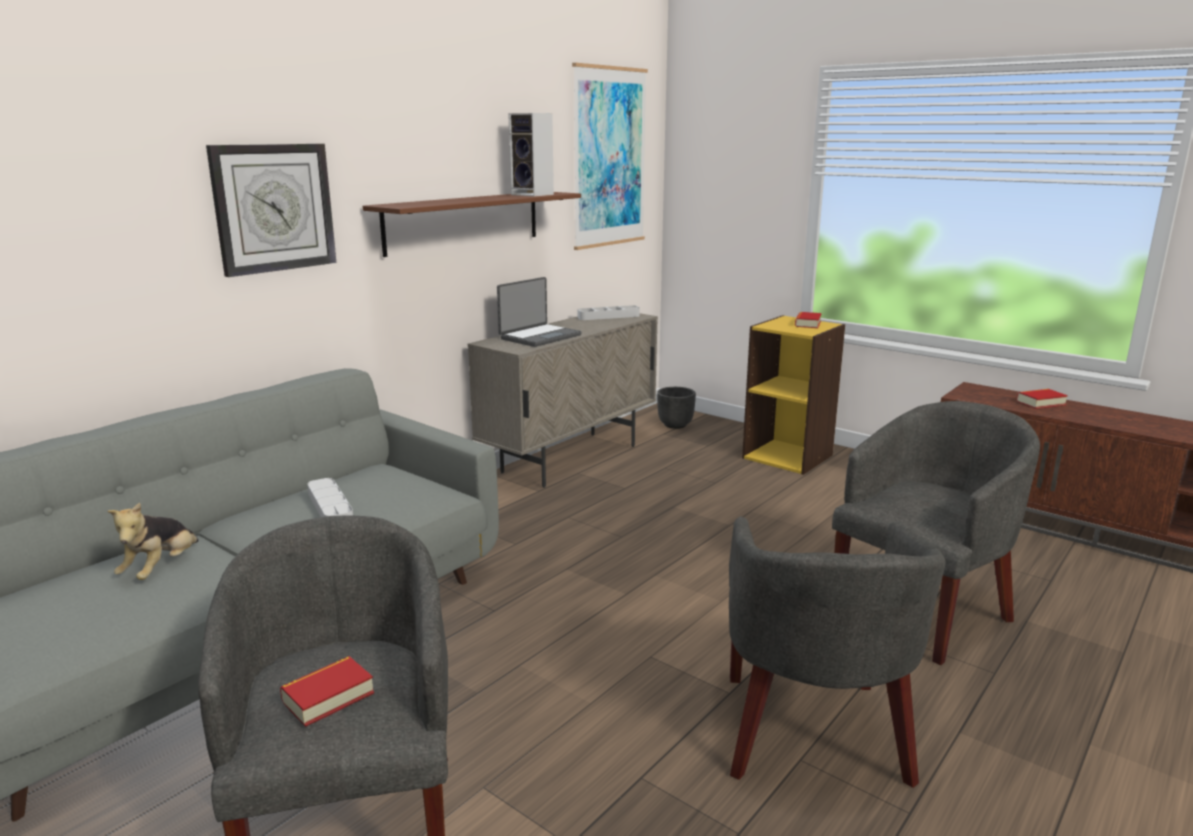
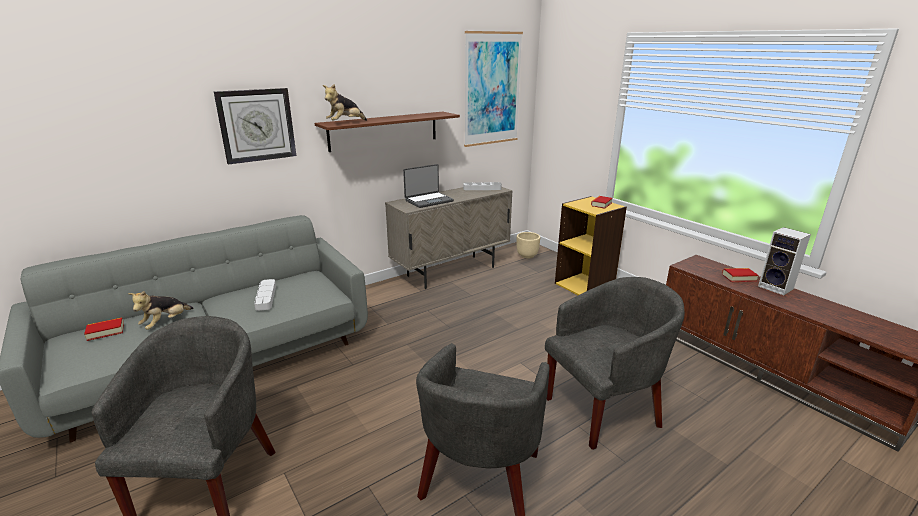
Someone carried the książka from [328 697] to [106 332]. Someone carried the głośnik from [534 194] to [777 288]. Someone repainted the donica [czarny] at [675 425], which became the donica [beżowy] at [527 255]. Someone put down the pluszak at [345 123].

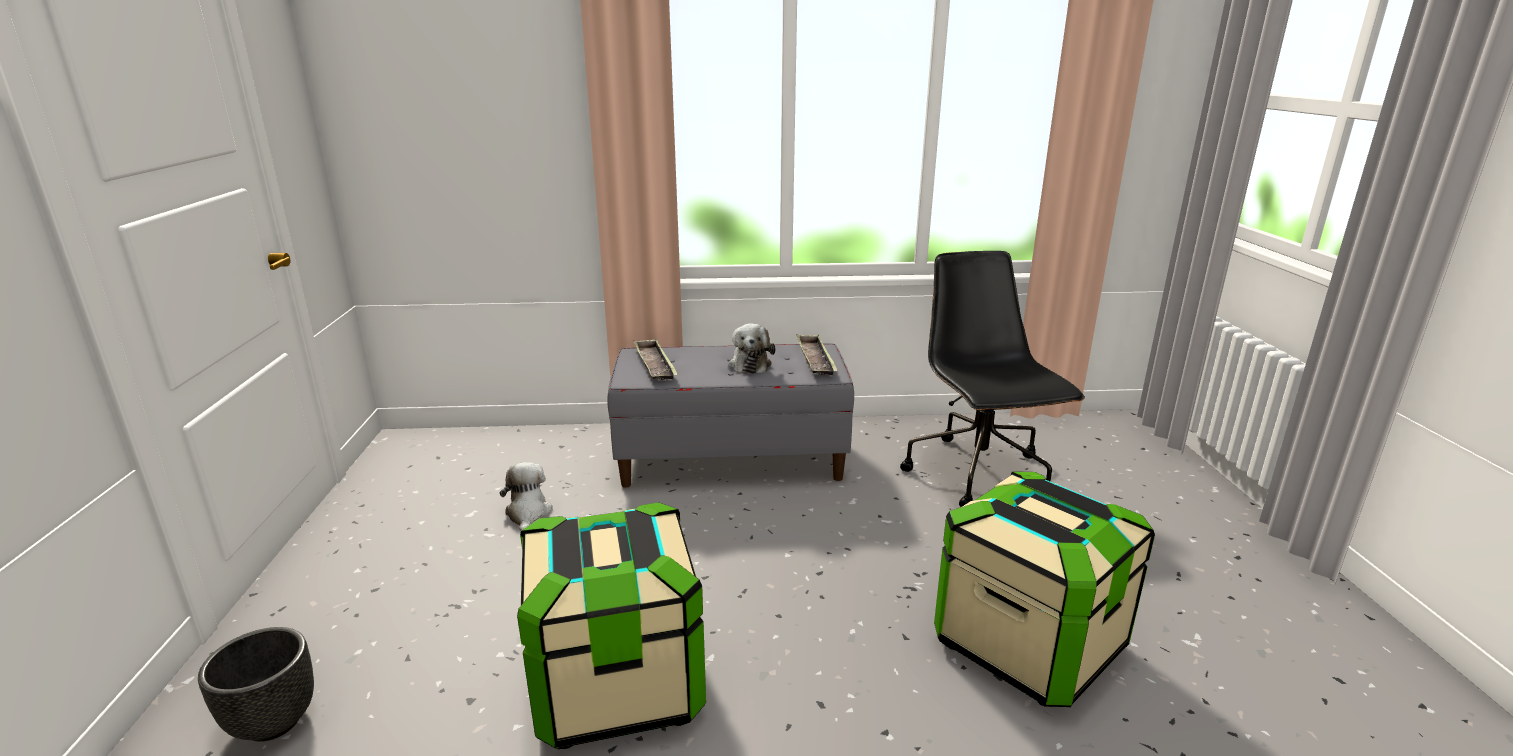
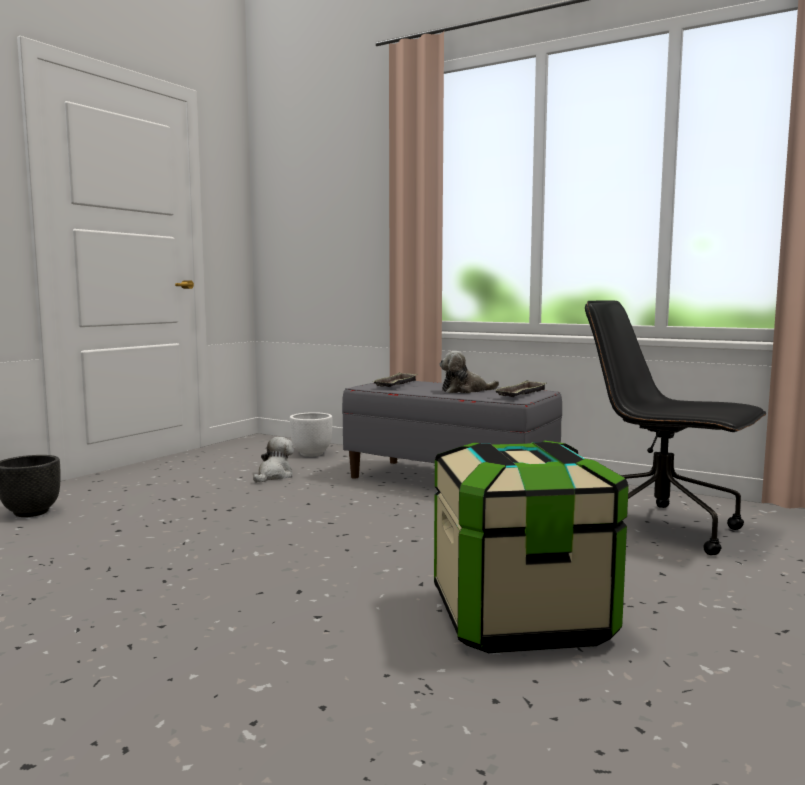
Someone took away the pojemnik do przechowywania at [617 684]. Someone rotated the pluszak at [750 364] by 45 degrees clockwise. Someone rotated the krzesło biurowe [czarny] at [979 474] by 75 degrees counterclockwise. Someone put down the donica [biały] at [312 454].

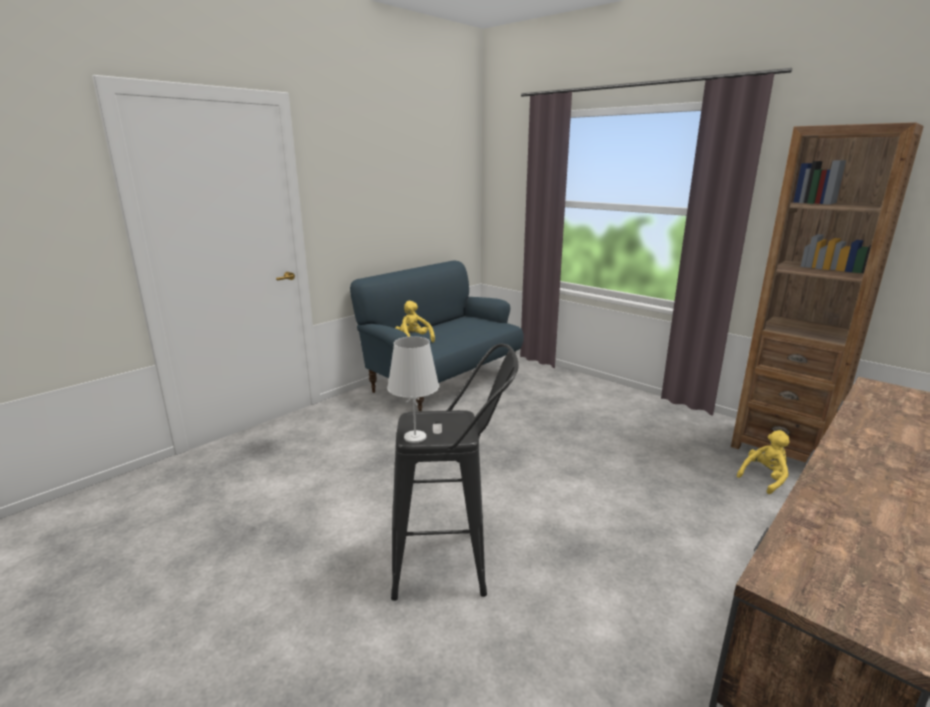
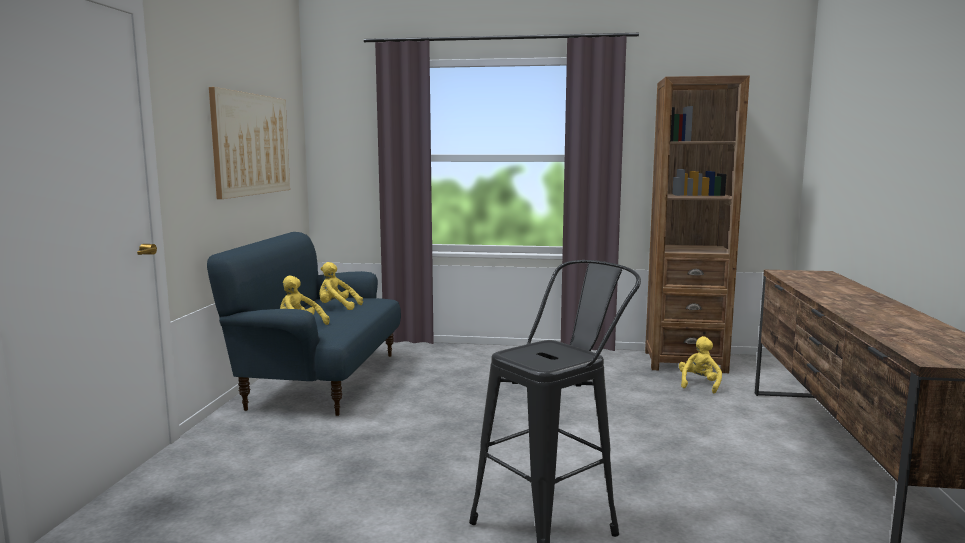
Someone took away the lampa stołowa [biały] at [415 437]. Someone put up the obraz at [251 144]. Someone put down the pluszak [żółty] at [337 307].

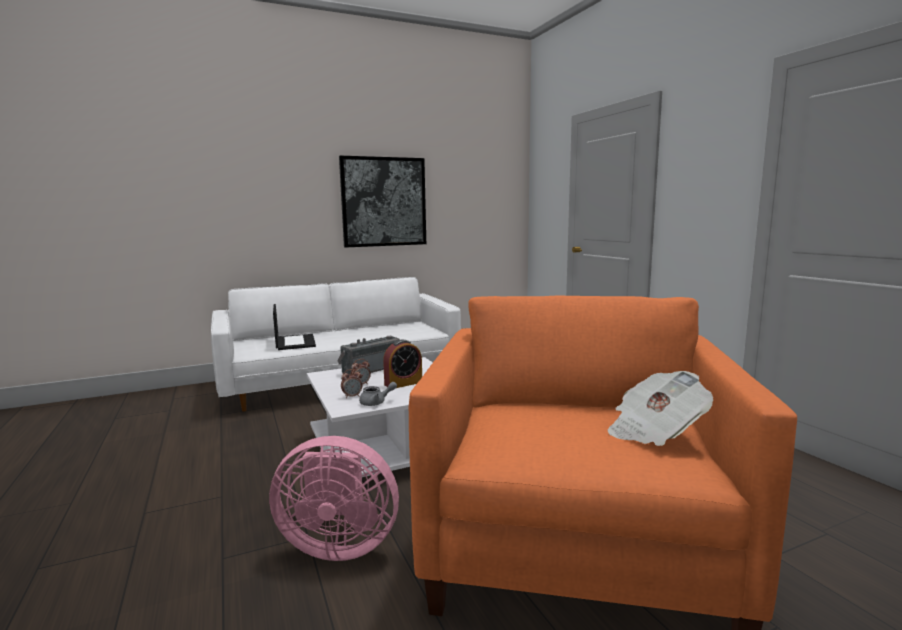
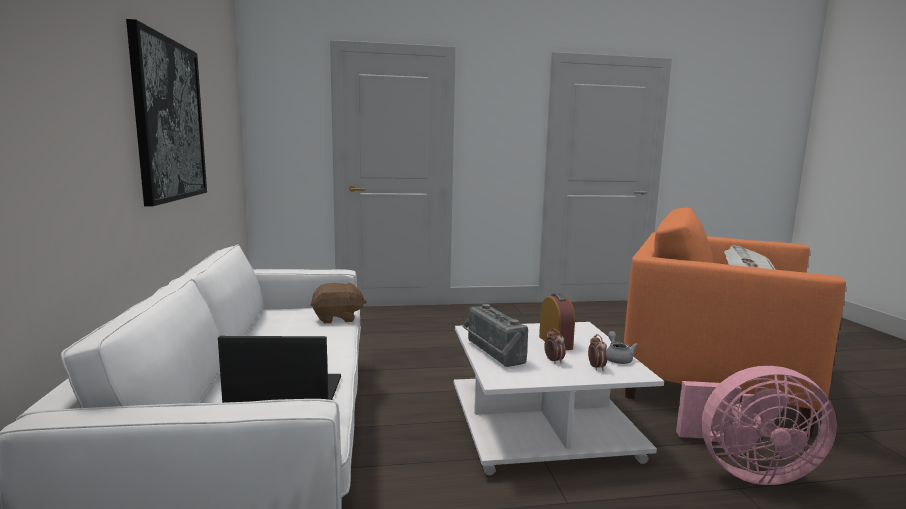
Someone rotated the wentylator [różowy] at [338 544] by 75 degrees clockwise. Someone put down the pluszak [brązowy] at [337 318].

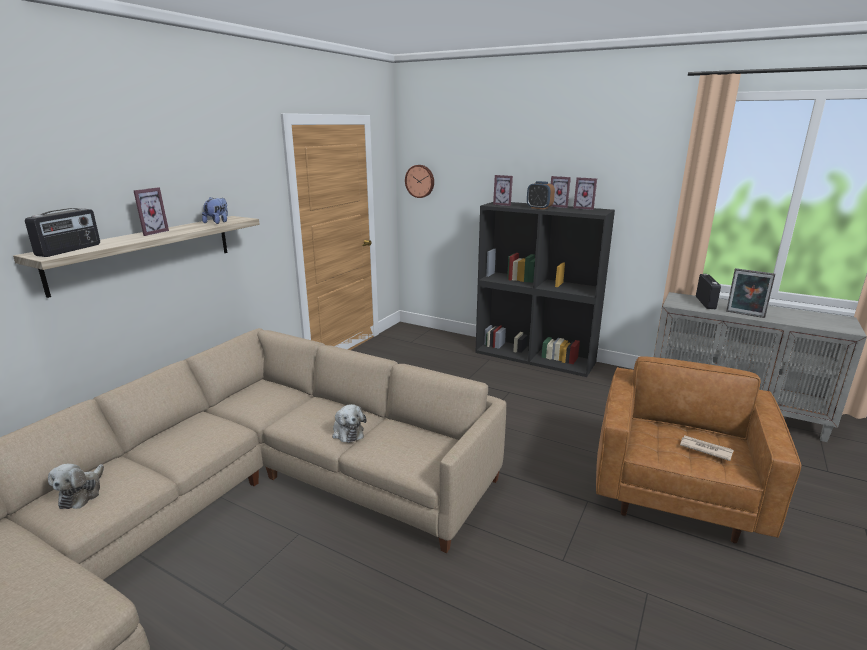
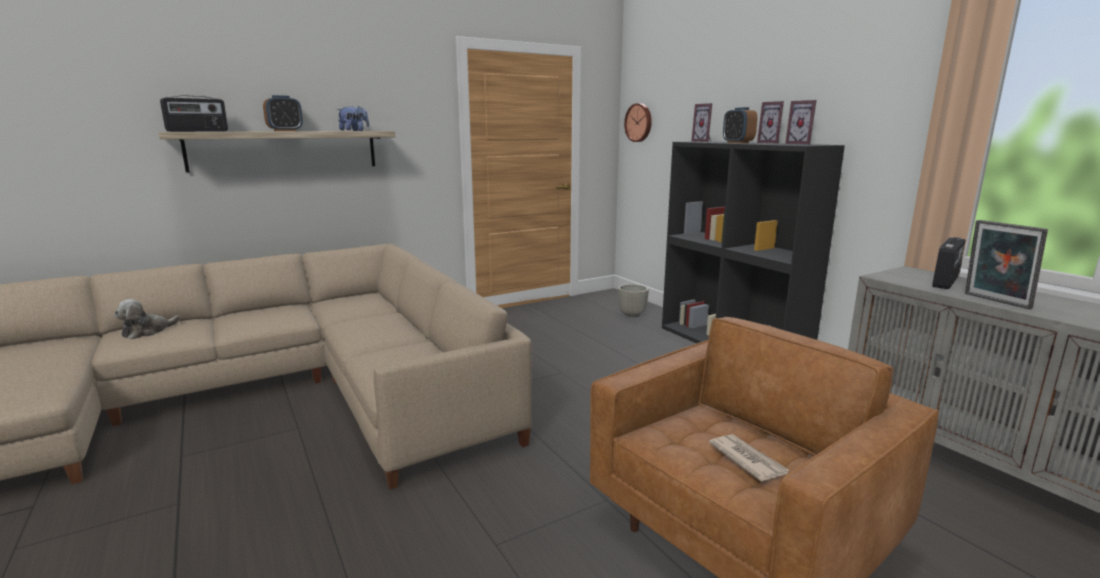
Someone swapped the ramka na zdjęcie at [151 232] for the budzik at [285 131]. Someone took away the pluszak at [347 432]. Someone put down the donica [szary] at [631 314].

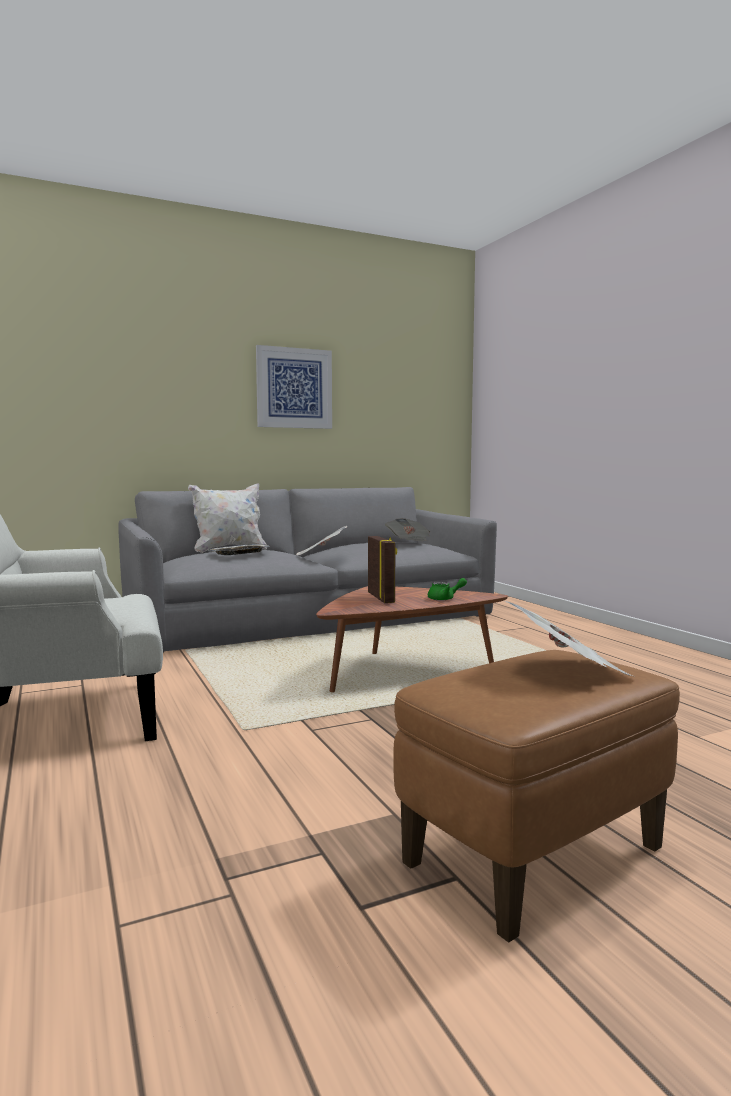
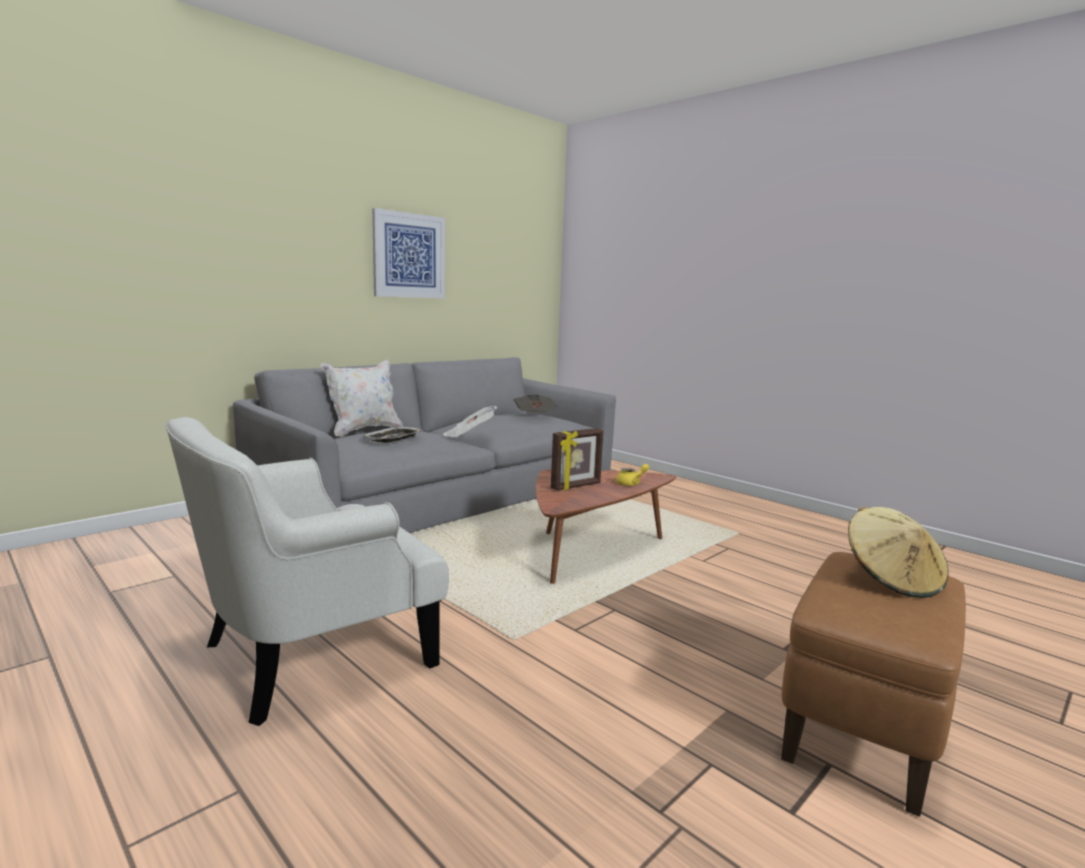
Someone rotated the ramka na zdjęcie at [381 598] by 90 degrees clockwise. Someone repainted the imbryk [zielony] at [445 599], which became the imbryk [żółty] at [631 483]. Someone swapped the gazeta at [566 670] for the kapelusz [beżowy] at [892 580].

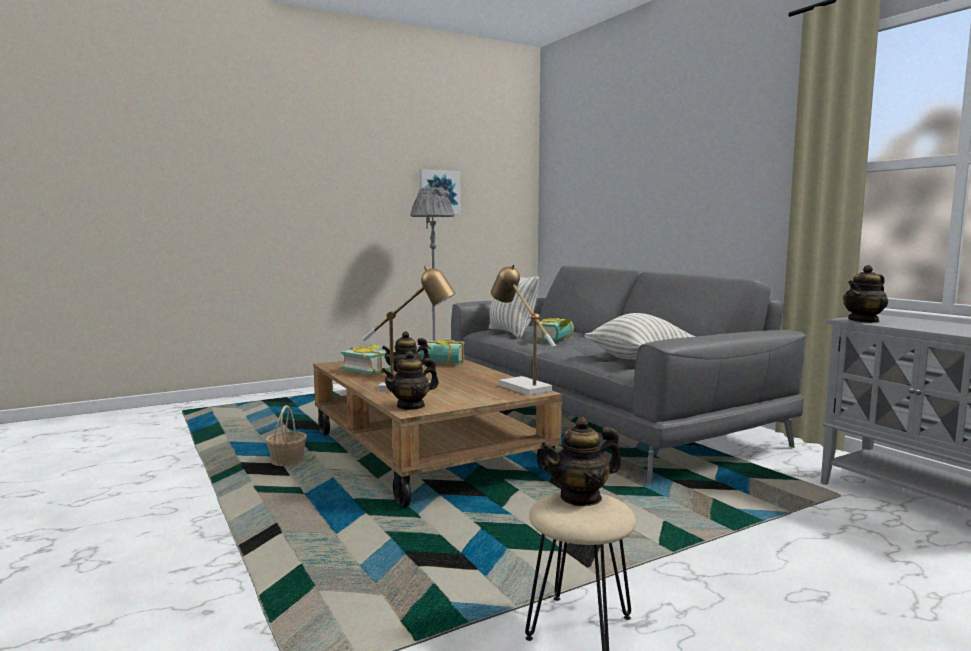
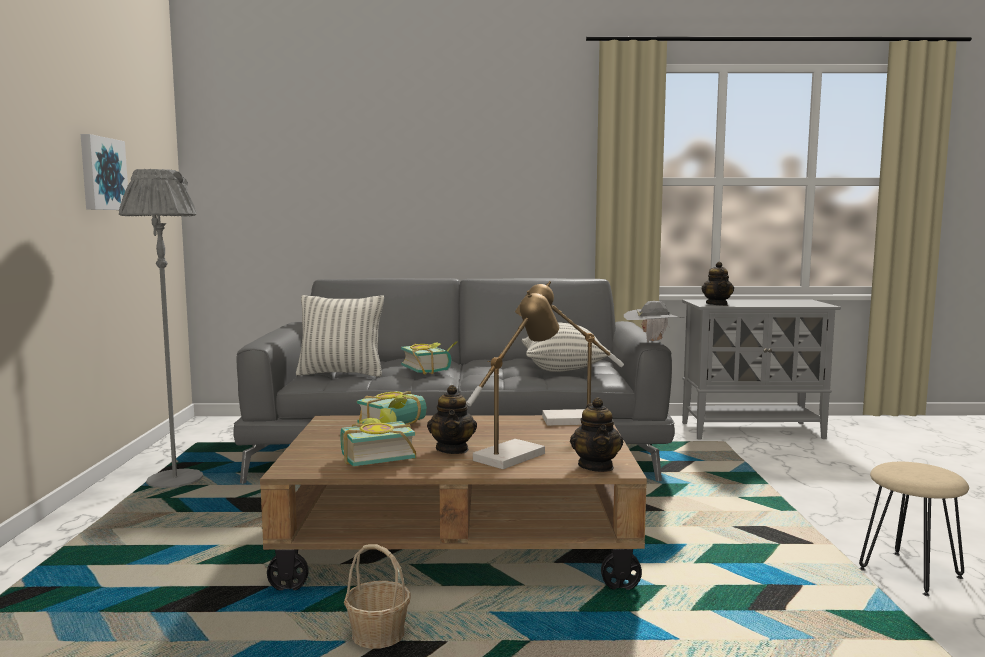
Someone took away the imbryk at [581 497]. Someone put down the kapelusz [szary] at [653 341].

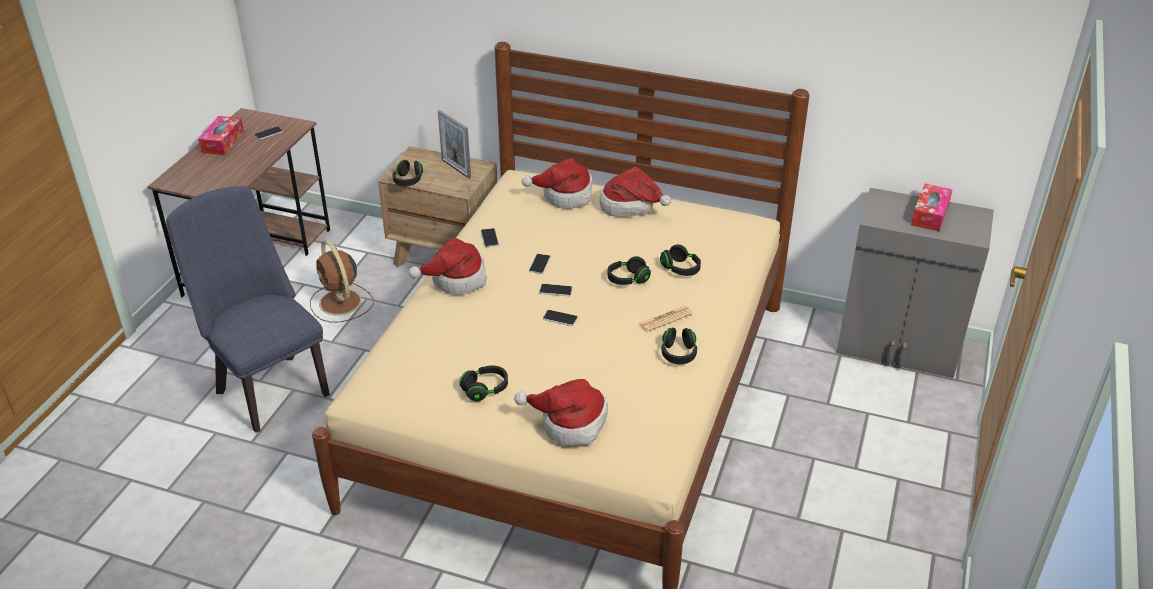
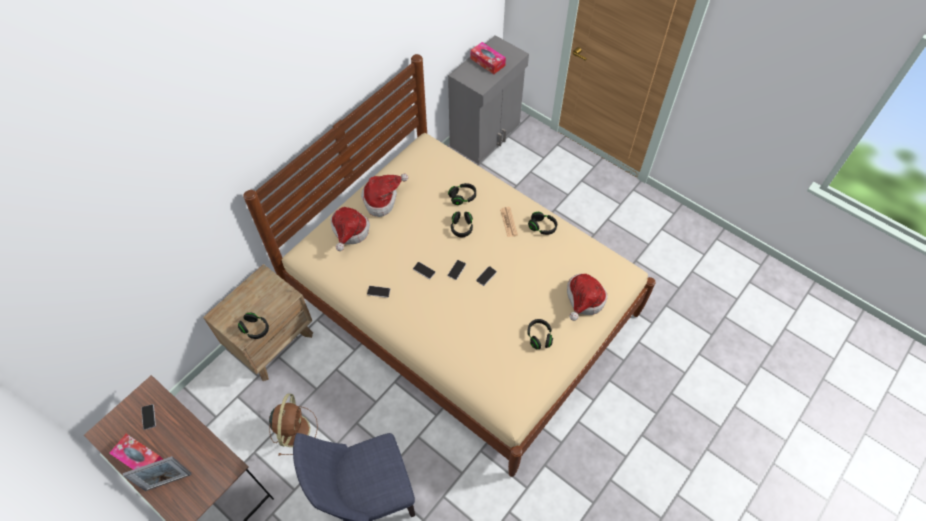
Someone rotated the wentylator [brązowy] at [341 303] by 75 degrees counterclockwise. Someone took away the kapelusz at [455 279]. Someone carried the ramka na zdjęcie from [456 169] to [168 481].

